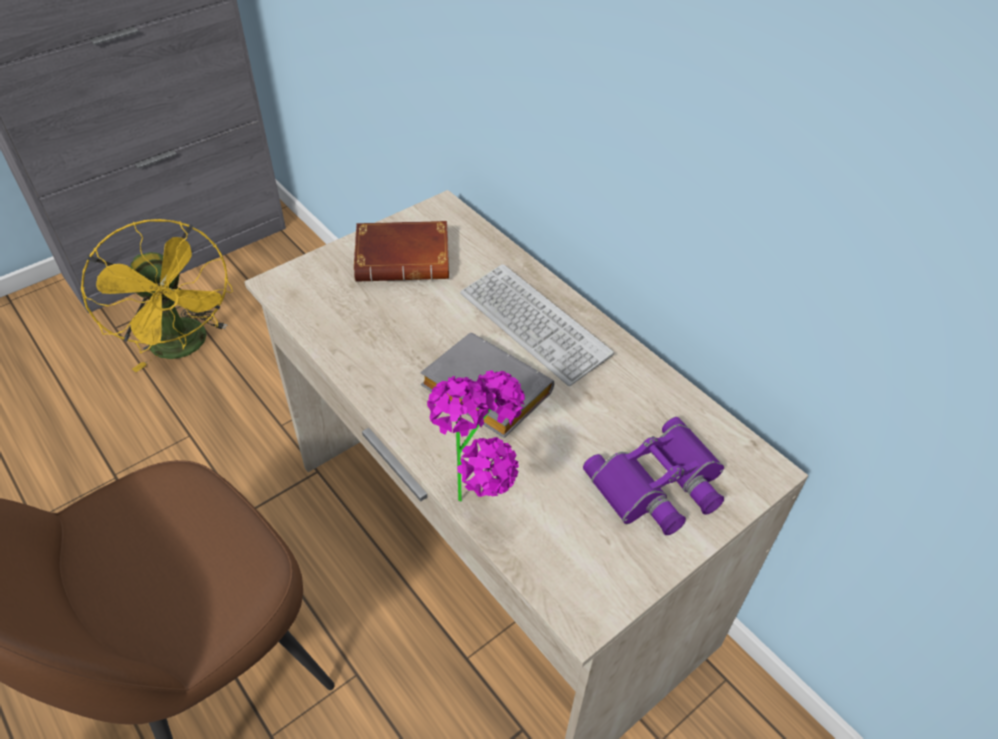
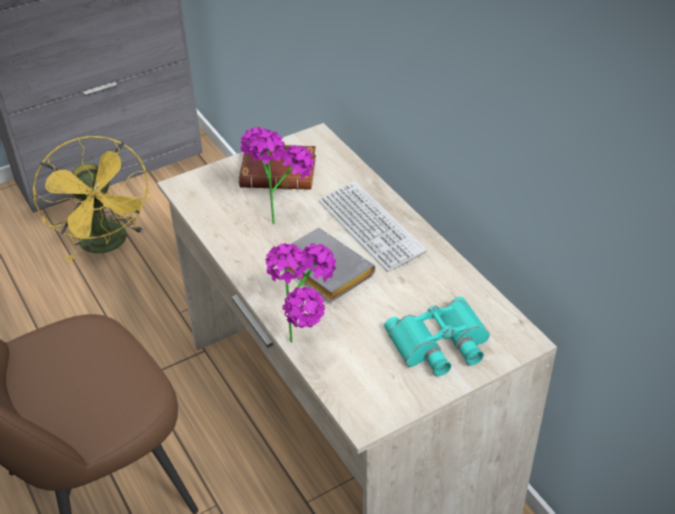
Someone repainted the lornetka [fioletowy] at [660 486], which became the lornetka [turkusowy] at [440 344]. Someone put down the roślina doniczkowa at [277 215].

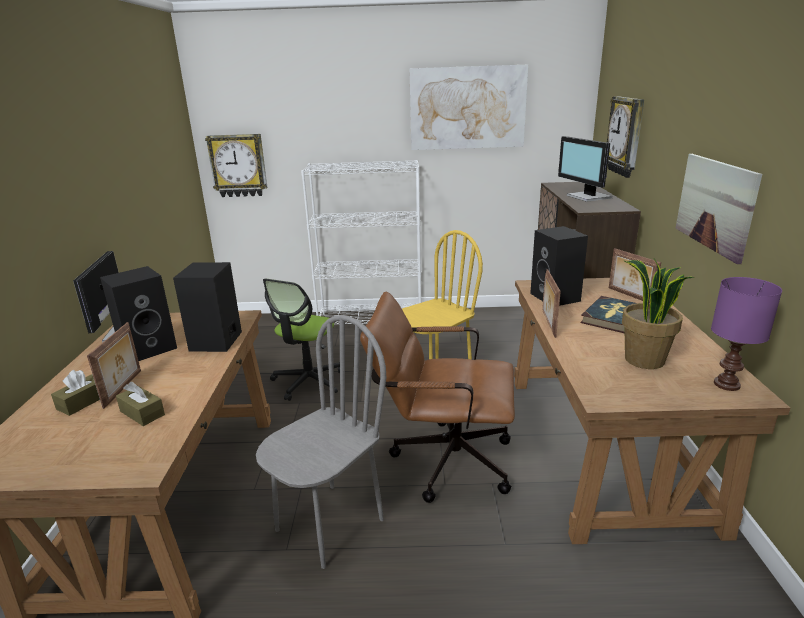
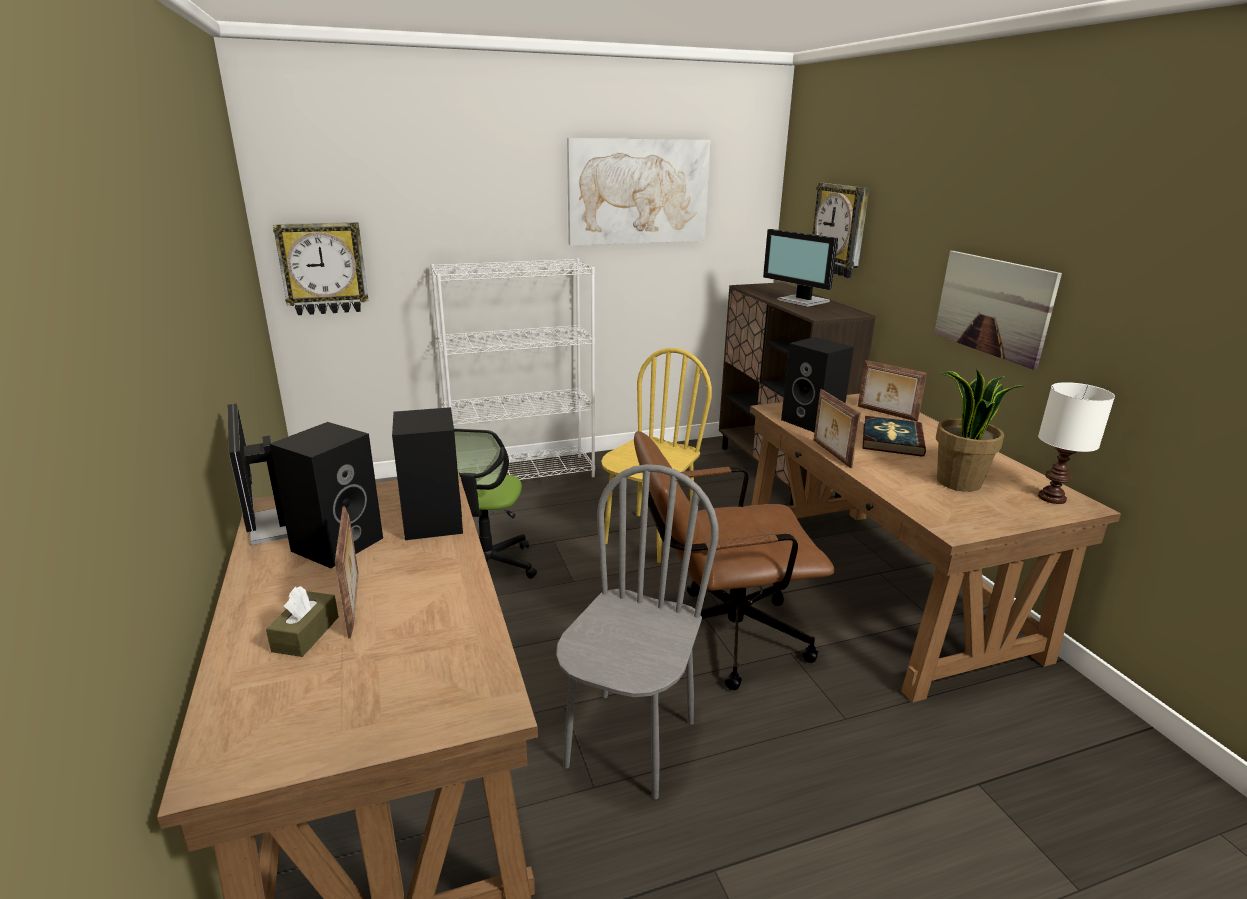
Someone took away the pudełko chusteczek [brązowy] at [142 413]. Someone repainted the lampa stołowa [fioletowy] at [727 385], which became the lampa stołowa [biały] at [1052 498].

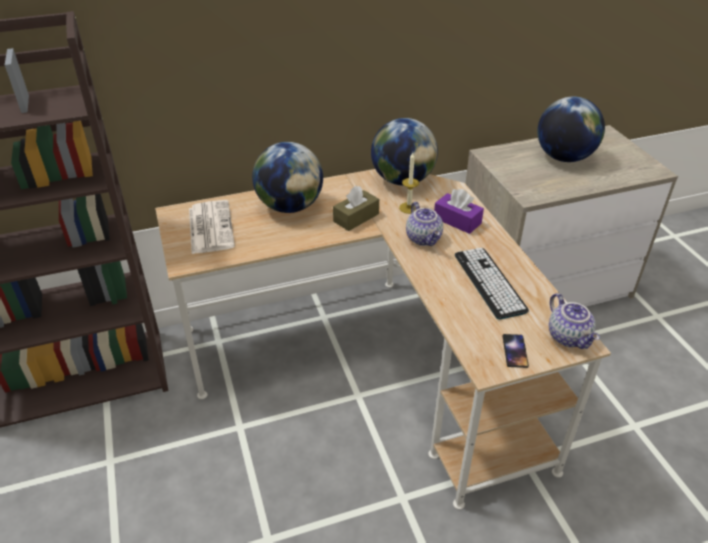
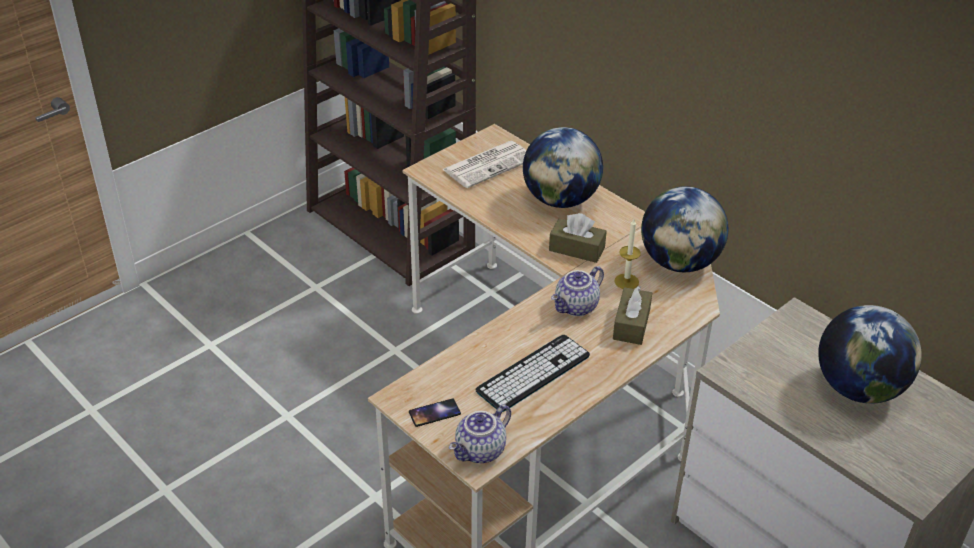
Someone repainted the pudełko chusteczek [fioletowy] at [457 220], which became the pudełko chusteczek [brązowy] at [631 324].

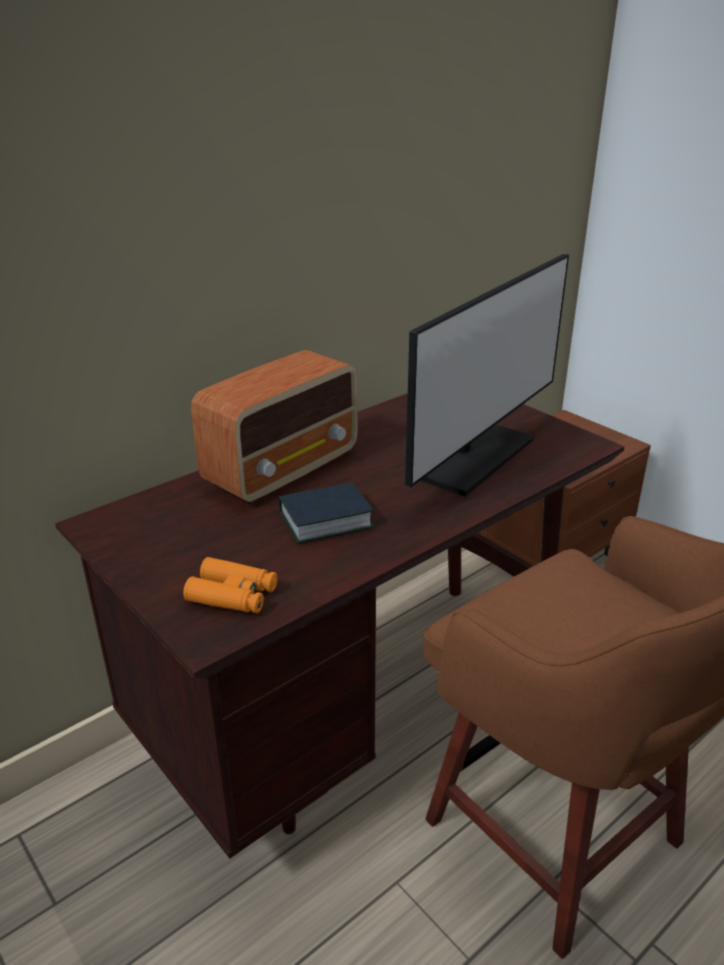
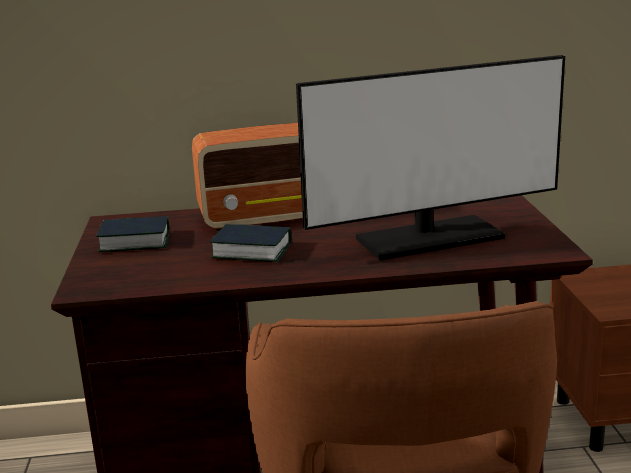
Someone took away the lornetka [pomarańczowy] at [233 595]. Someone put down the książka at [135 241].

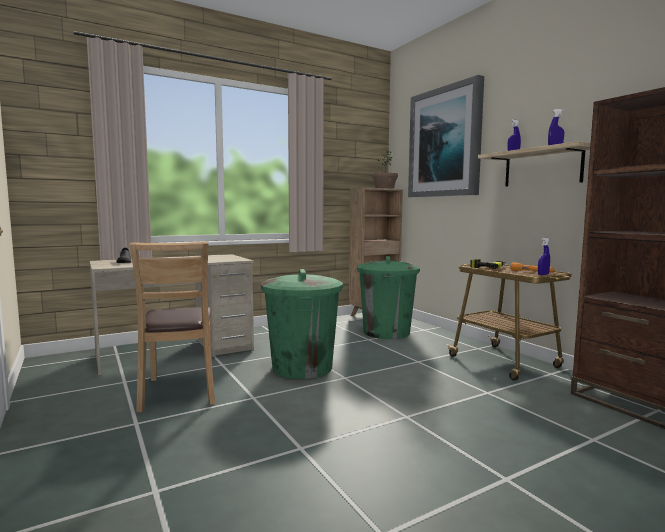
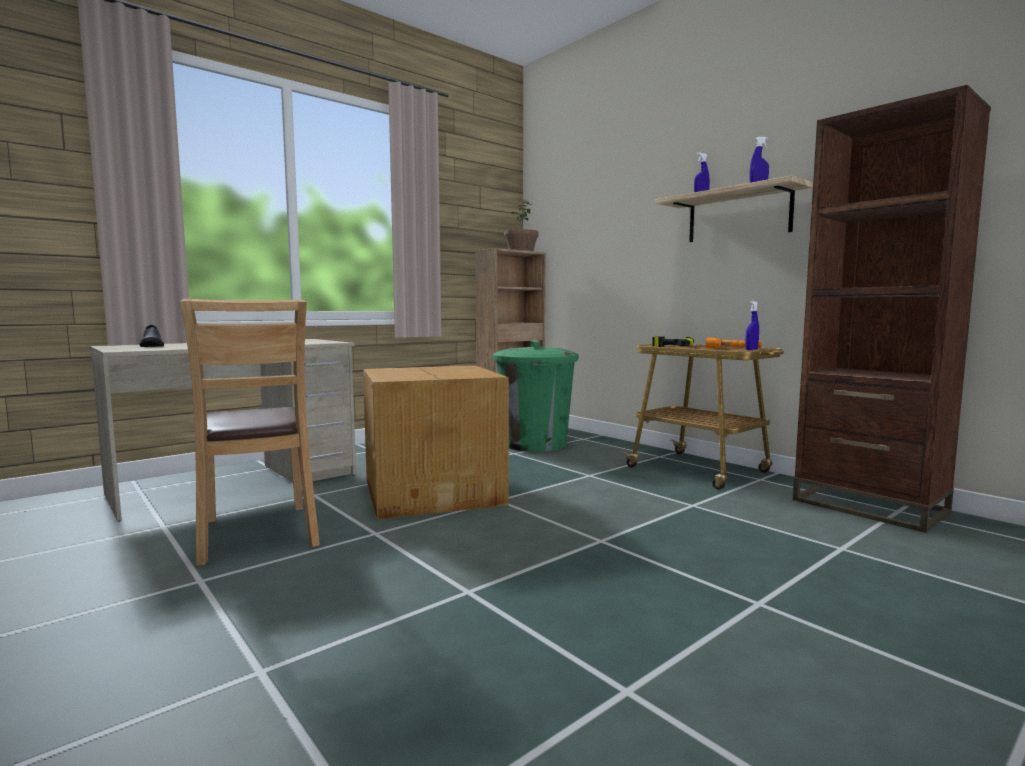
Someone swapped the kosz na śmieci [zielony] at [302 367] for the karton at [434 491]. Someone took away the obraz at [445 143].

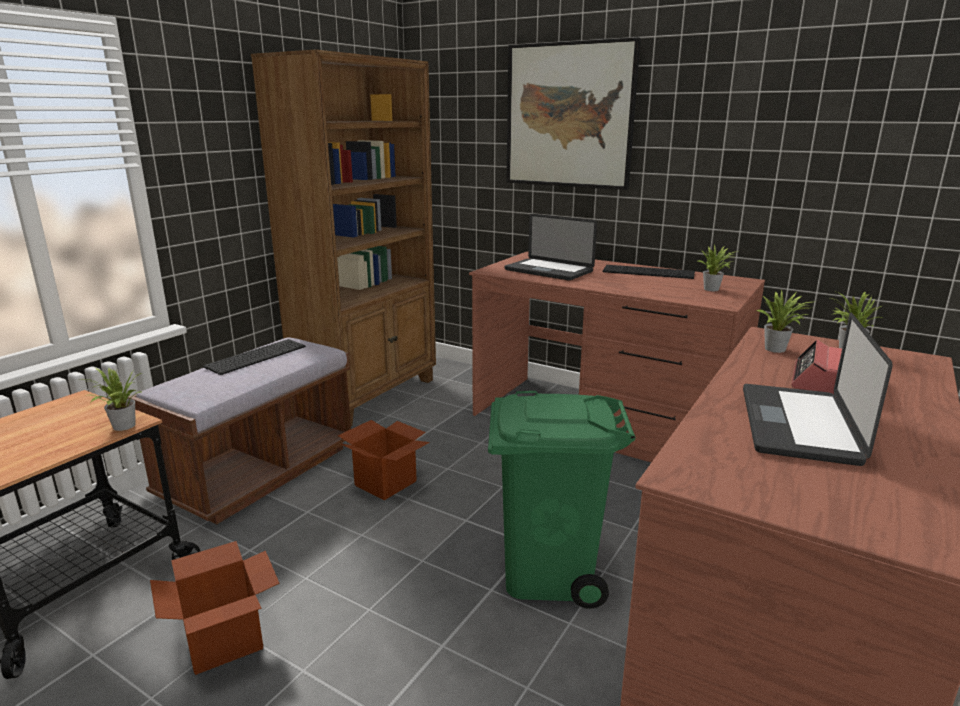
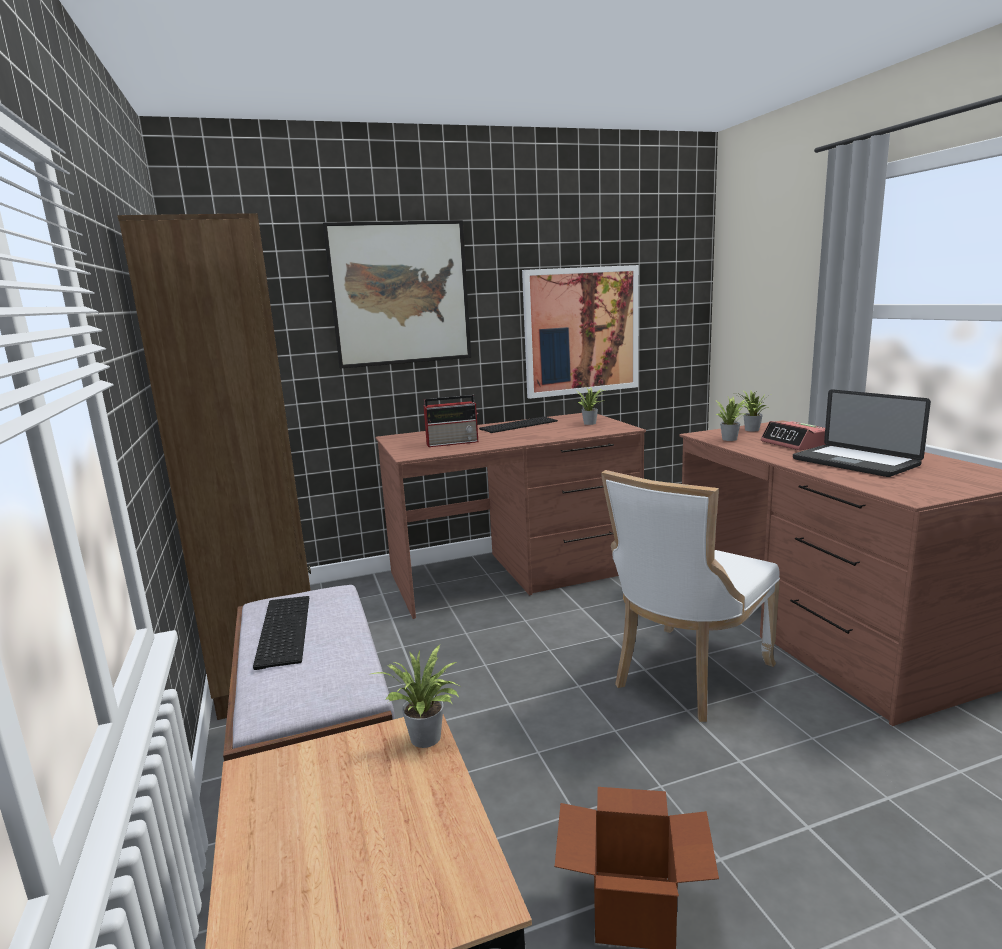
Someone took away the karton at [385 483]. Someone swapped the kosz na śmieci [zielony] at [547 571] for the krzesło [biały] at [686 676]. Someone swapped the laptop at [548 271] for the radio at [453 442]. Someone put up the obraz at [581 331].

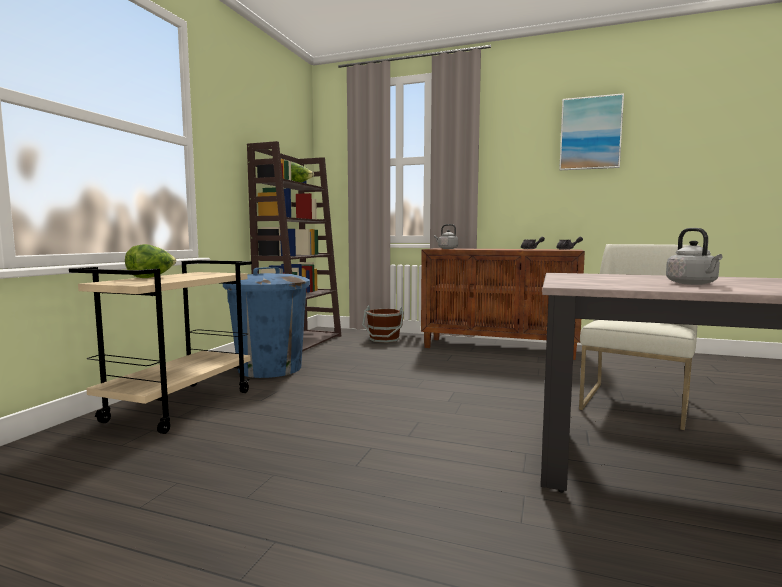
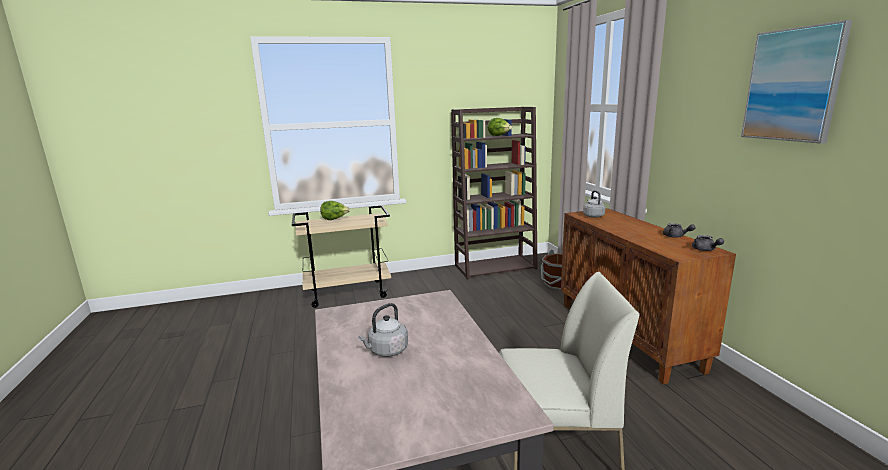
Someone took away the kosz na śmieci [niebieski] at [269 368].

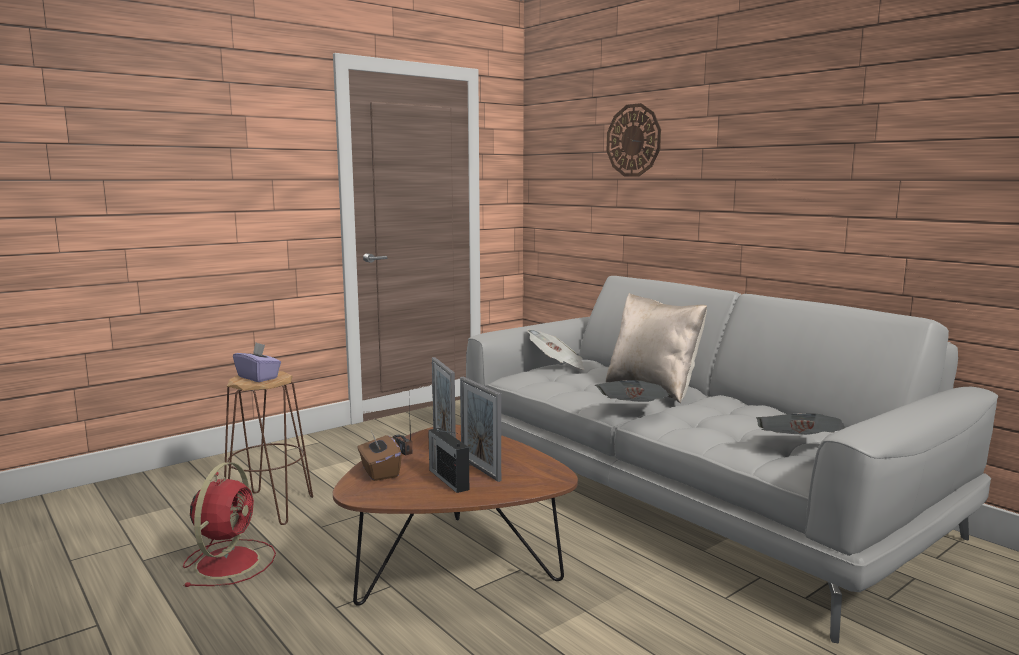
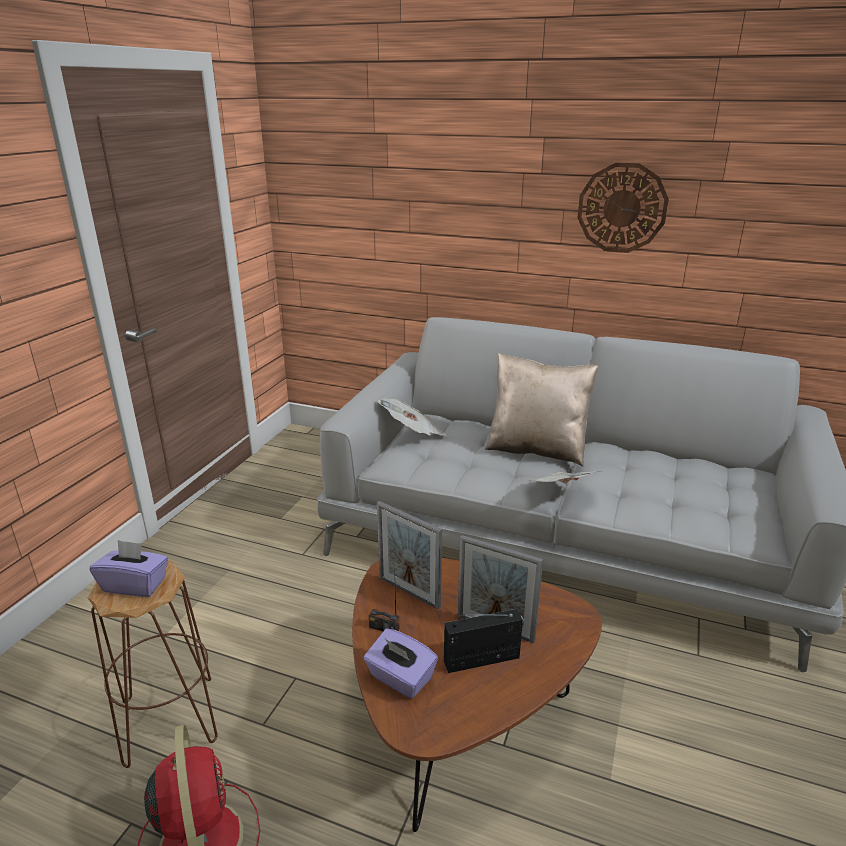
Someone repainted the pudełko chusteczek [brązowy] at [379 472], which became the pudełko chusteczek [fioletowy] at [400 678]. Someone rotated the radio at [448 479] by 135 degrees clockwise. Someone carried the zegar ścienny from [633 140] to [622 208]. Someone took away the gazeta at [797 447].

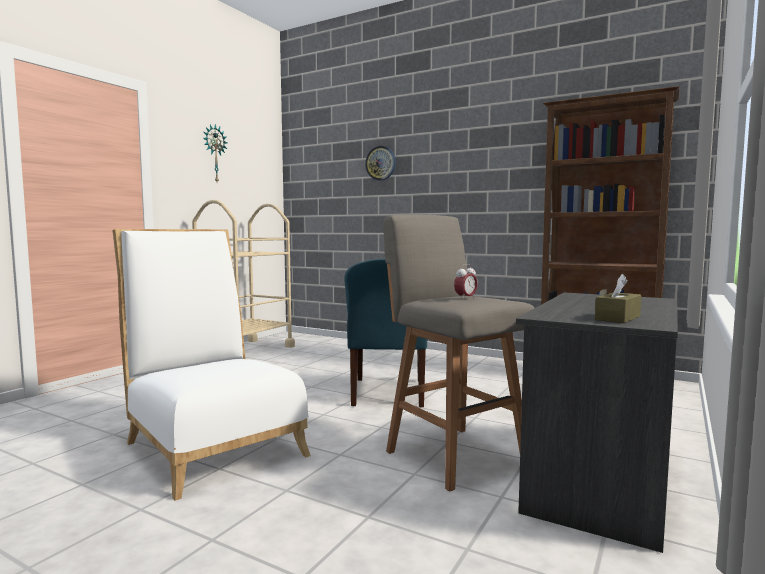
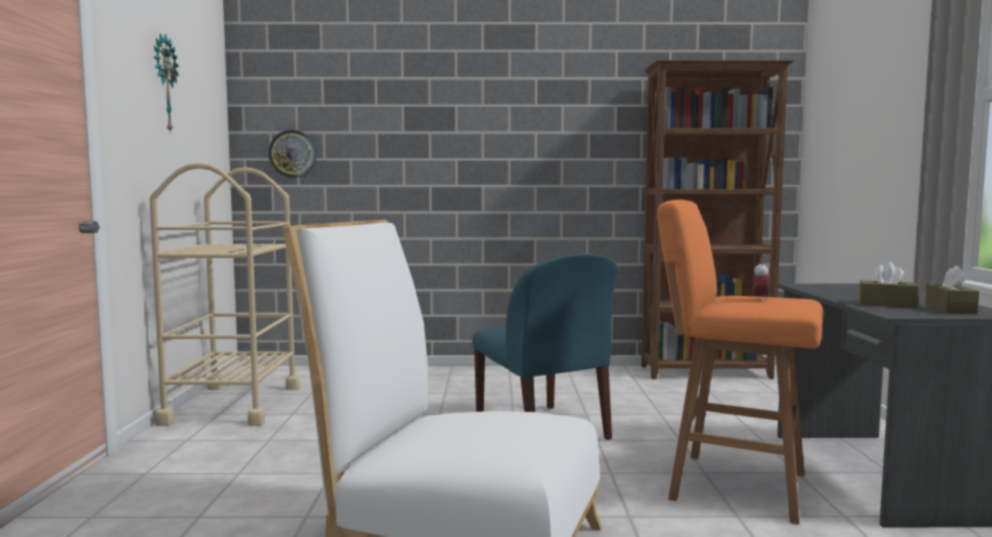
Someone carried the zegar ścienny from [381 163] to [293 154]. Someone repainted the stołek [szary] at [453 454], which became the stołek [pomarańczowy] at [732 485]. Someone put down the pudełko chusteczek [brązowy] at [887 304].

